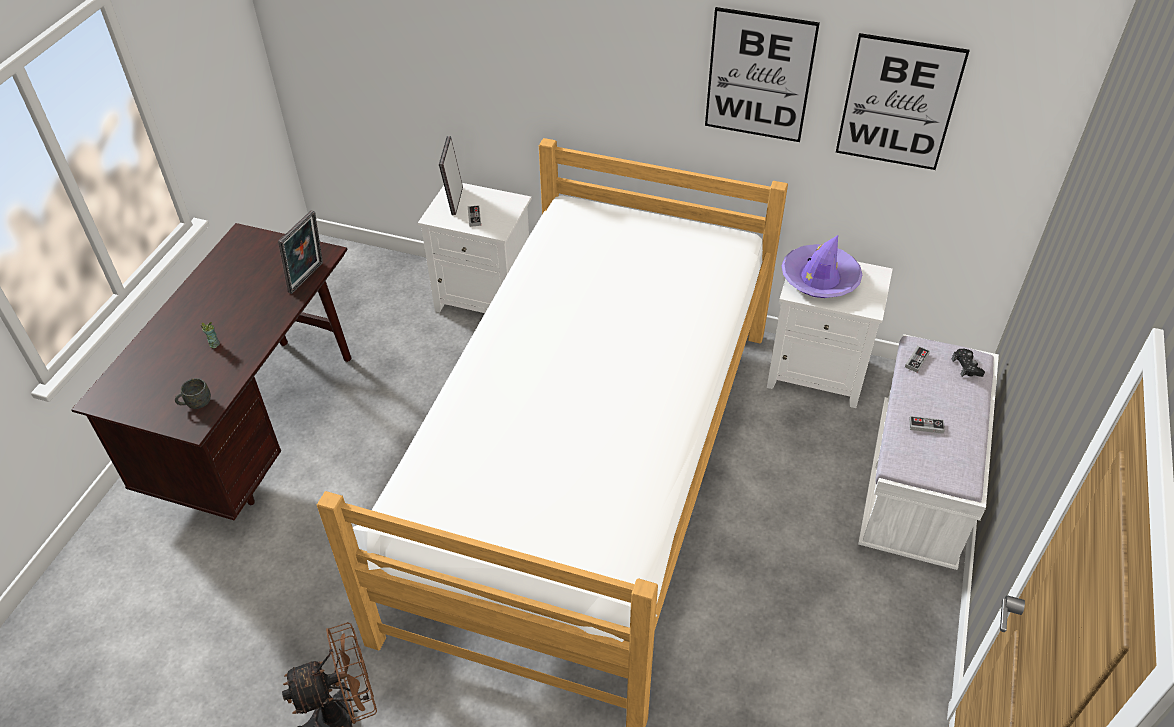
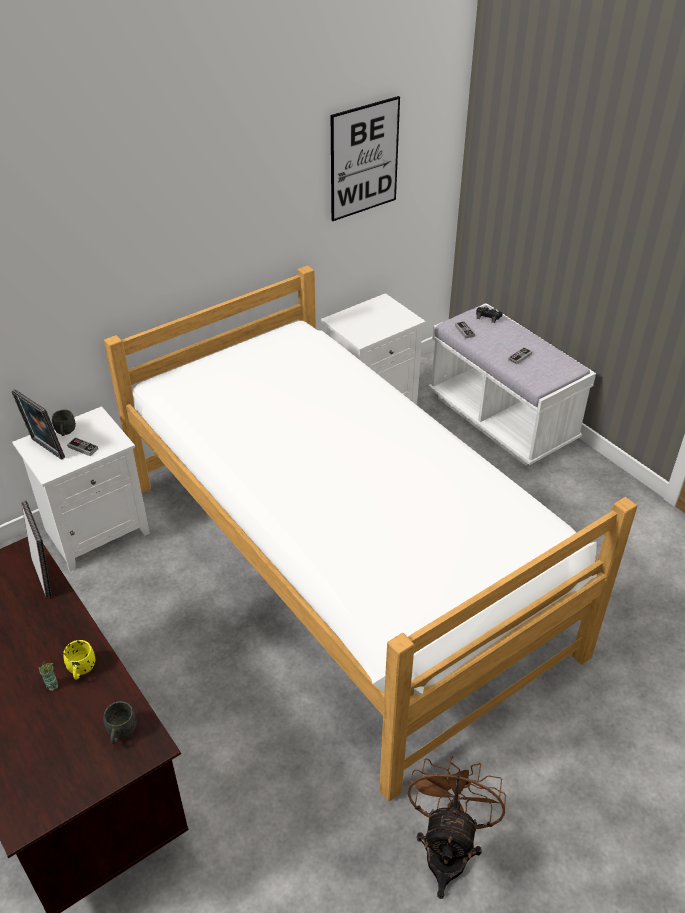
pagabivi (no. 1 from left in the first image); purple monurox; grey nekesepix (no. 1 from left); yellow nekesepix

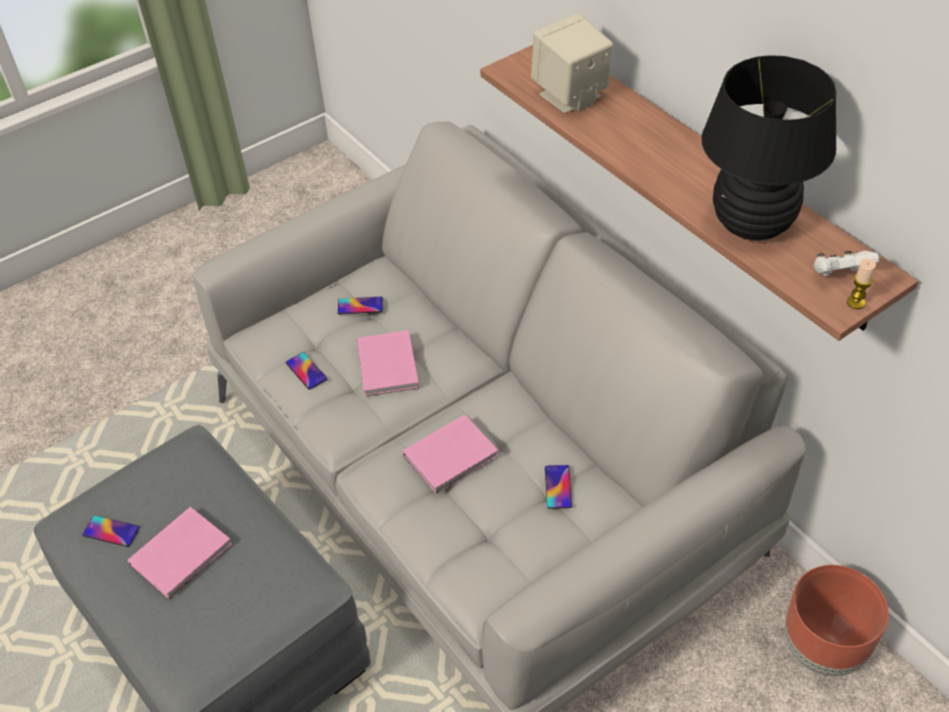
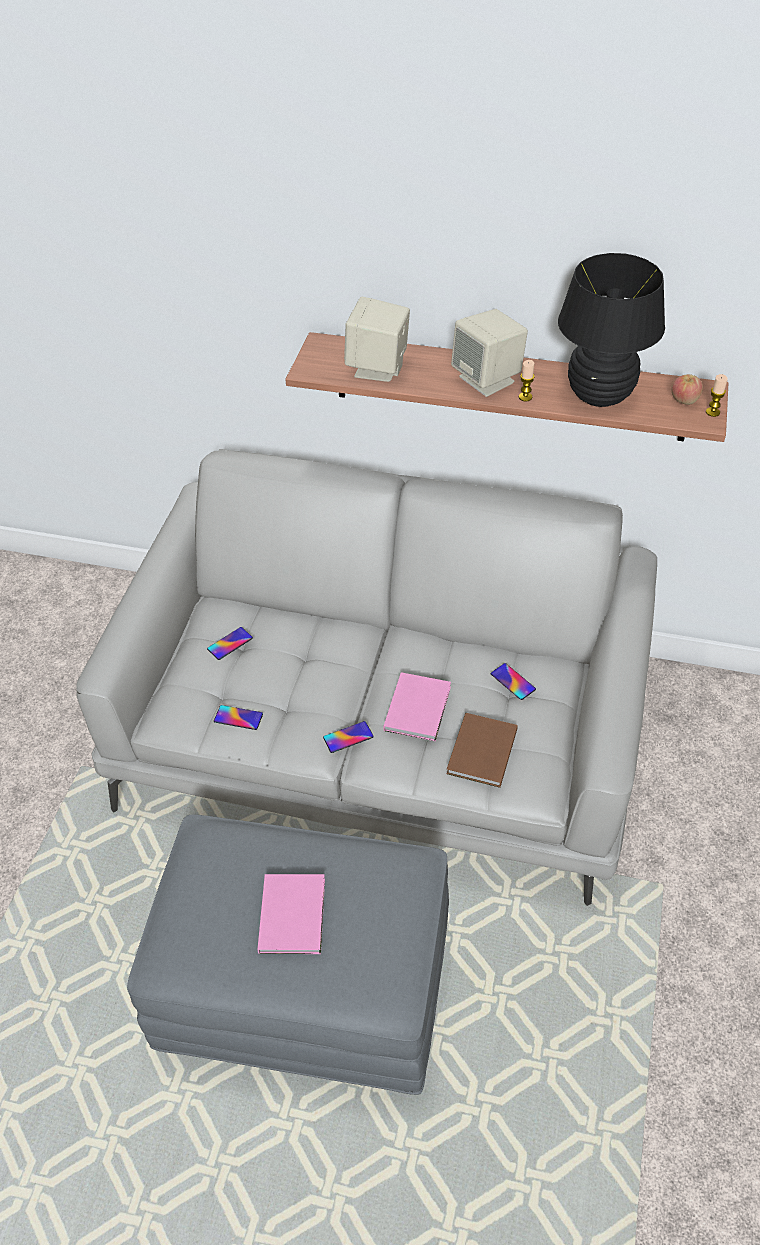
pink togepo (no. 2 from left in the first image); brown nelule; brown togepo; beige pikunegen (no. 2 from left); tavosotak (no. 1 from left); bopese (no. 3 from left); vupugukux

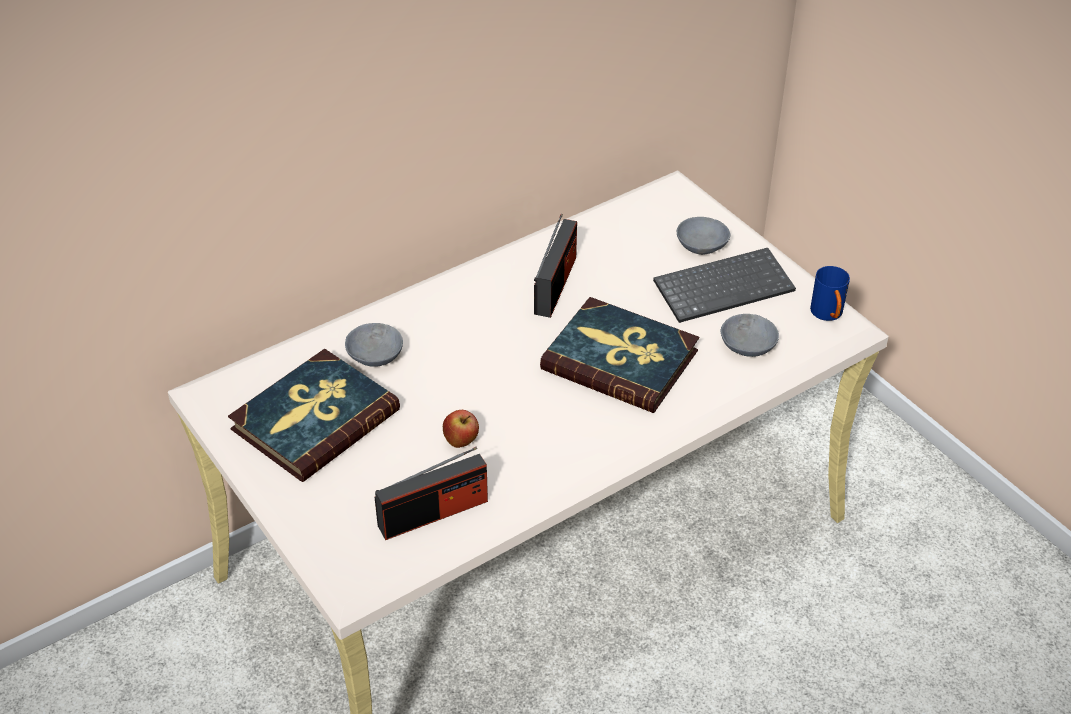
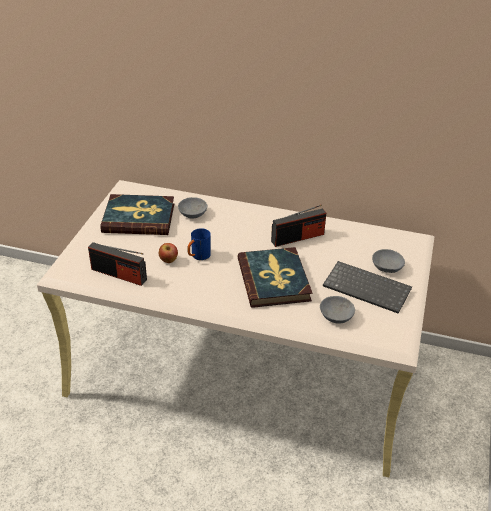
blue nekesepix

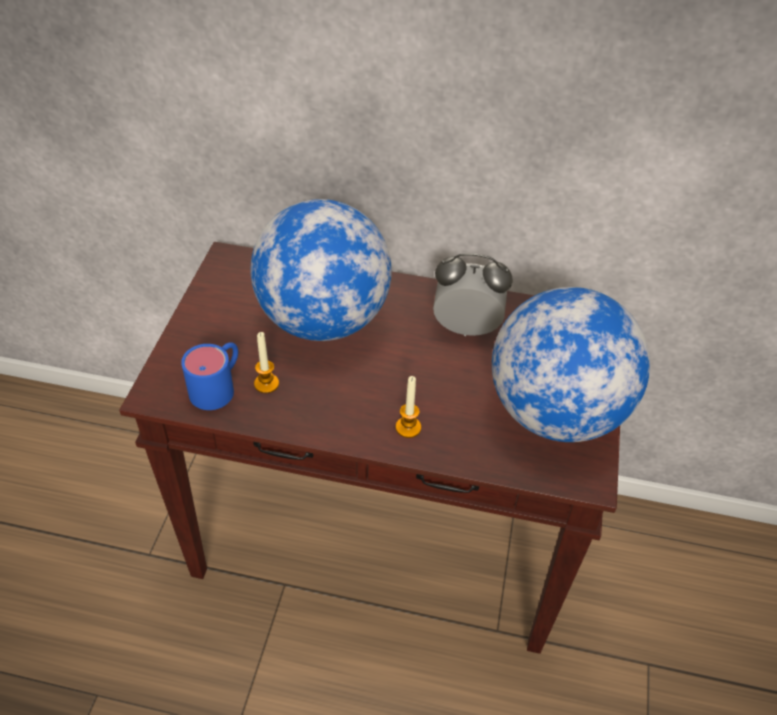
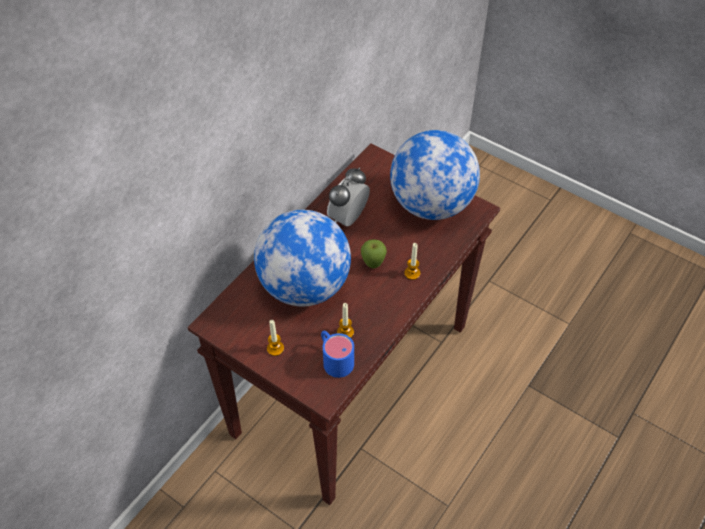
tavosotak (no. 1 from left); vupugukux

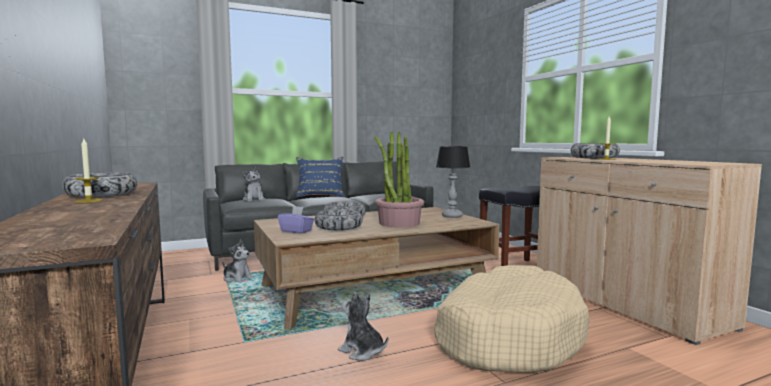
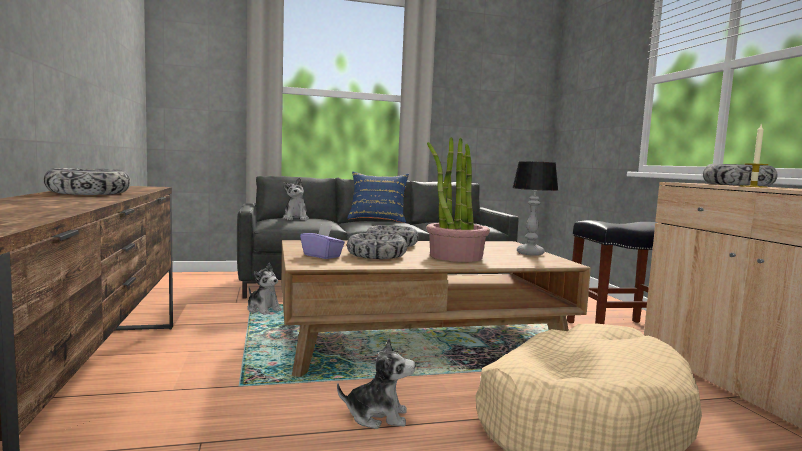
tavosotak (no. 1 from left in the first image); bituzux (no. 3 from left)

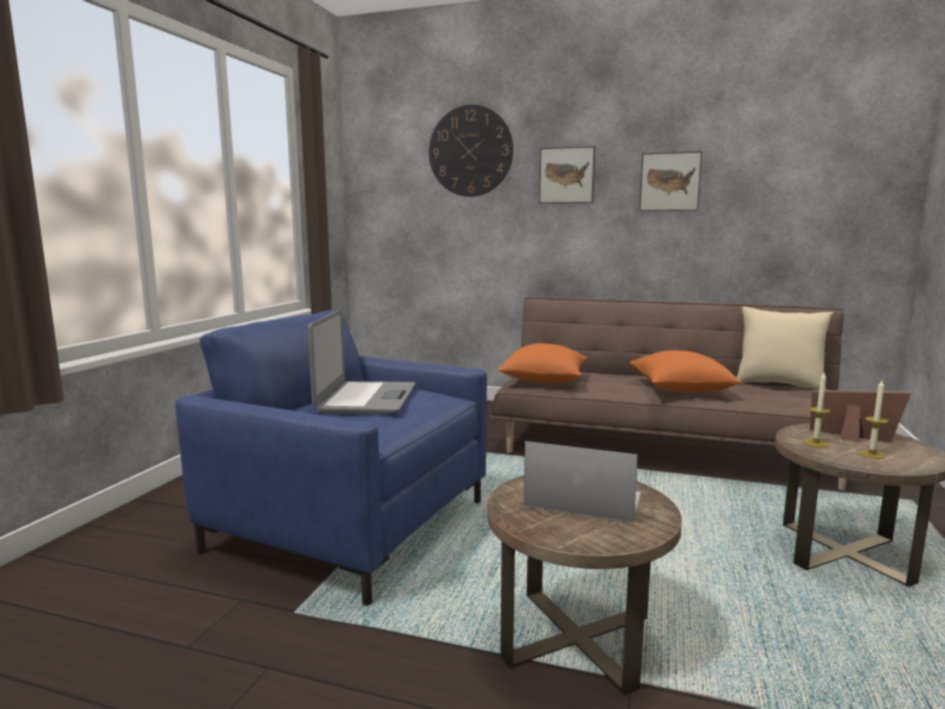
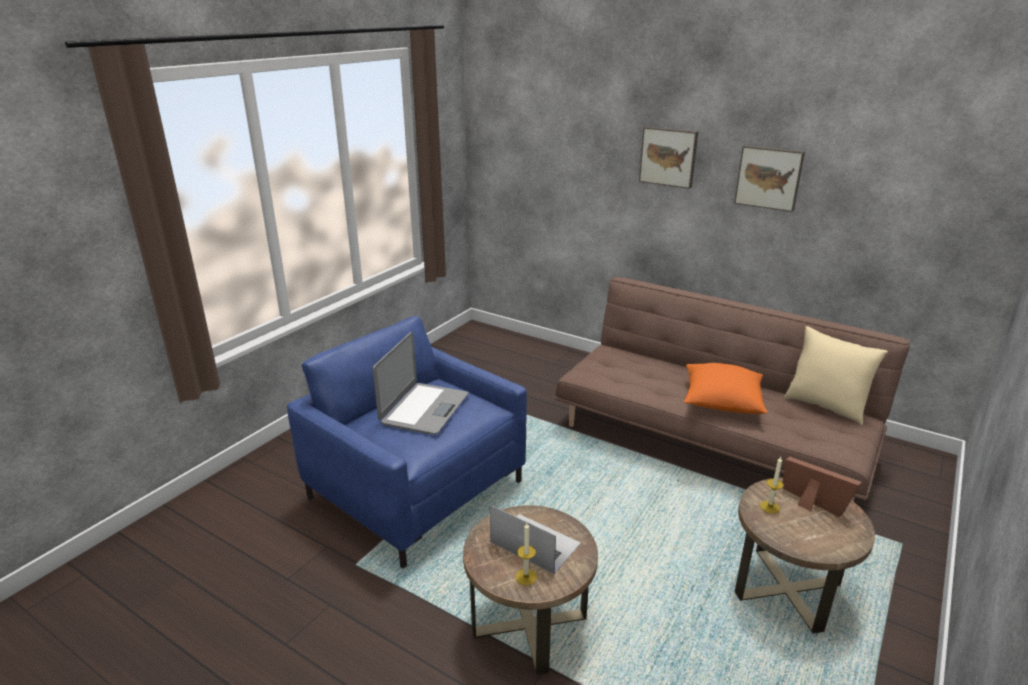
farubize; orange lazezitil (no. 1 from left in the first image); tavosotak (no. 1 from left)

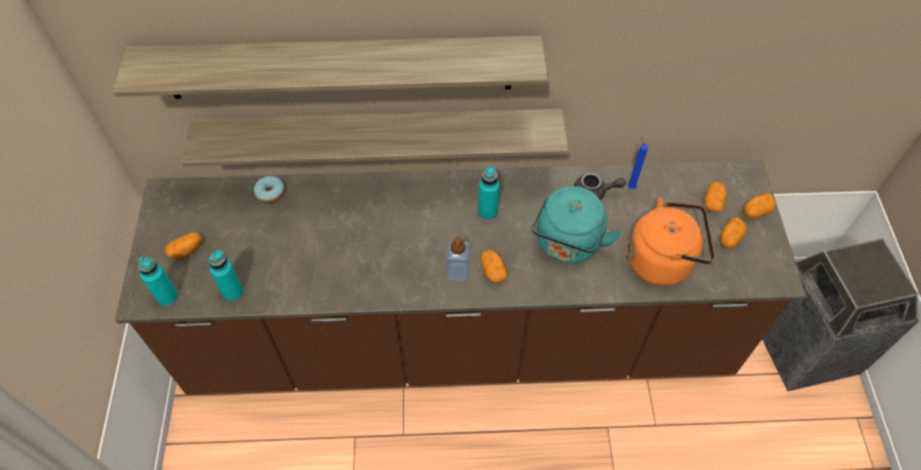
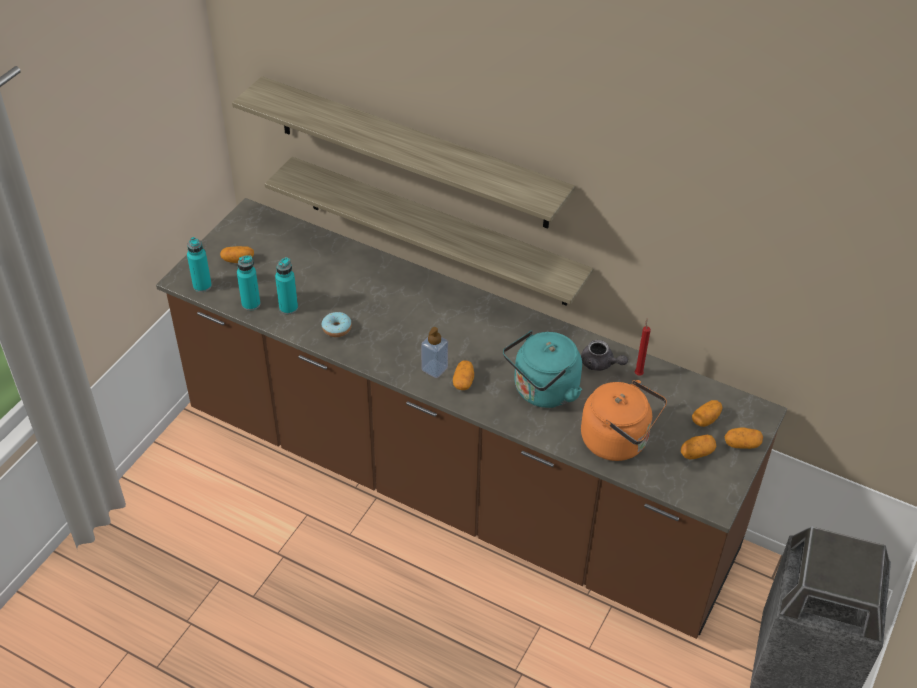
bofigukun; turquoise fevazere (no. 3 from left); red tavosotak

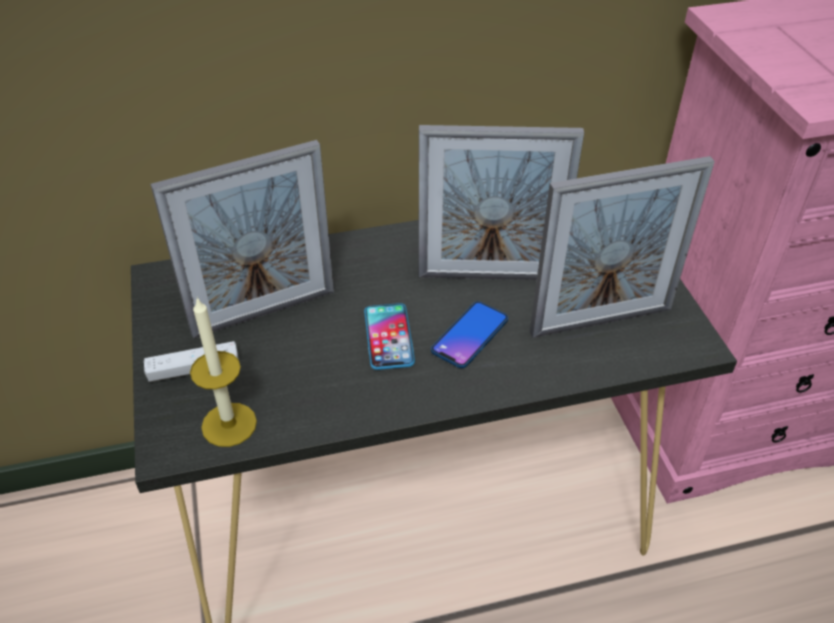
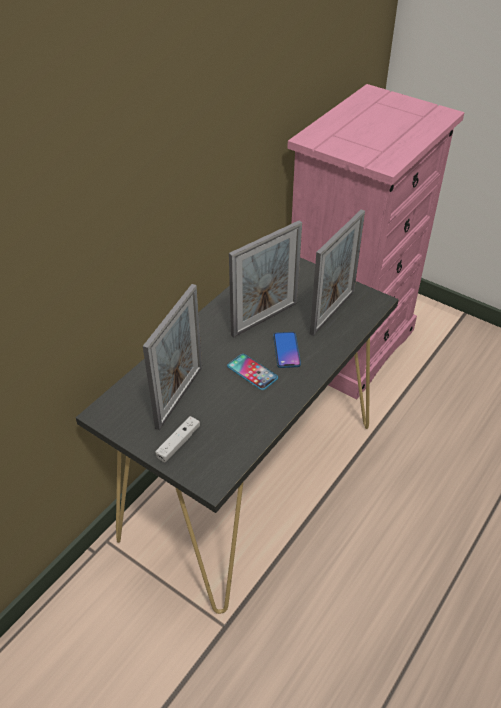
tavosotak

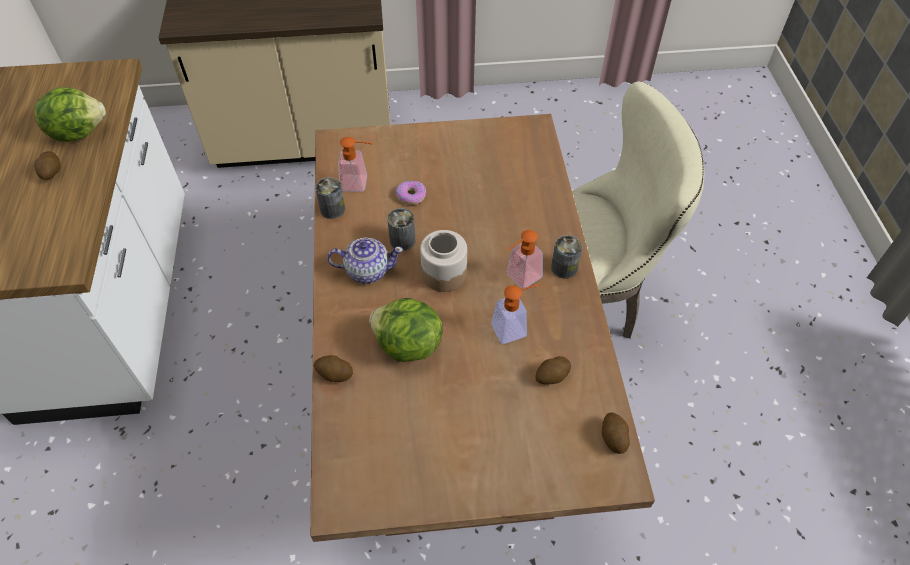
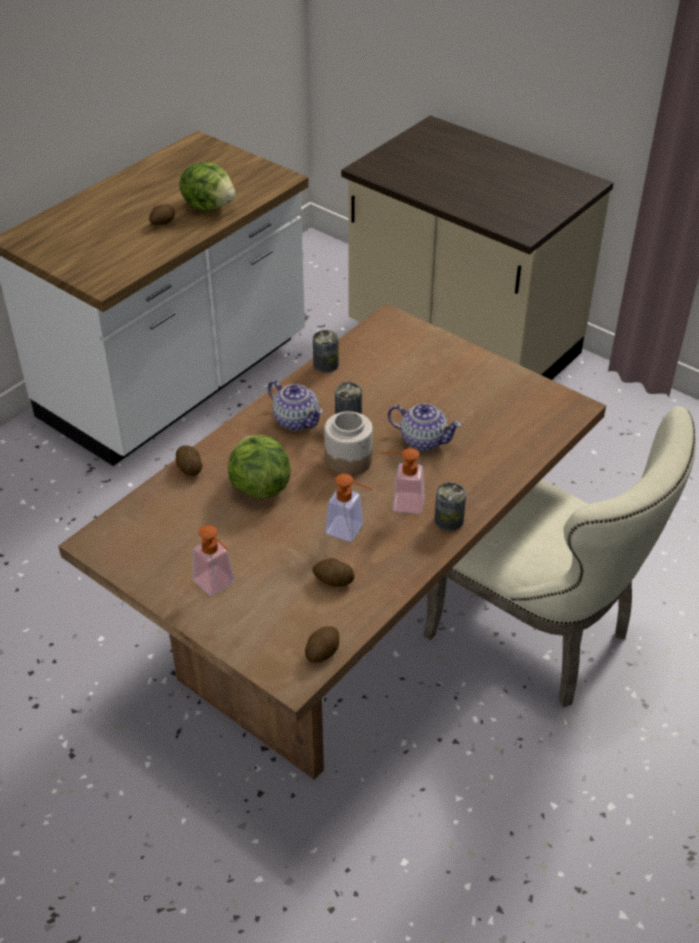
bofigukun; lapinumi (no. 2 from left); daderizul (no. 1 from left)

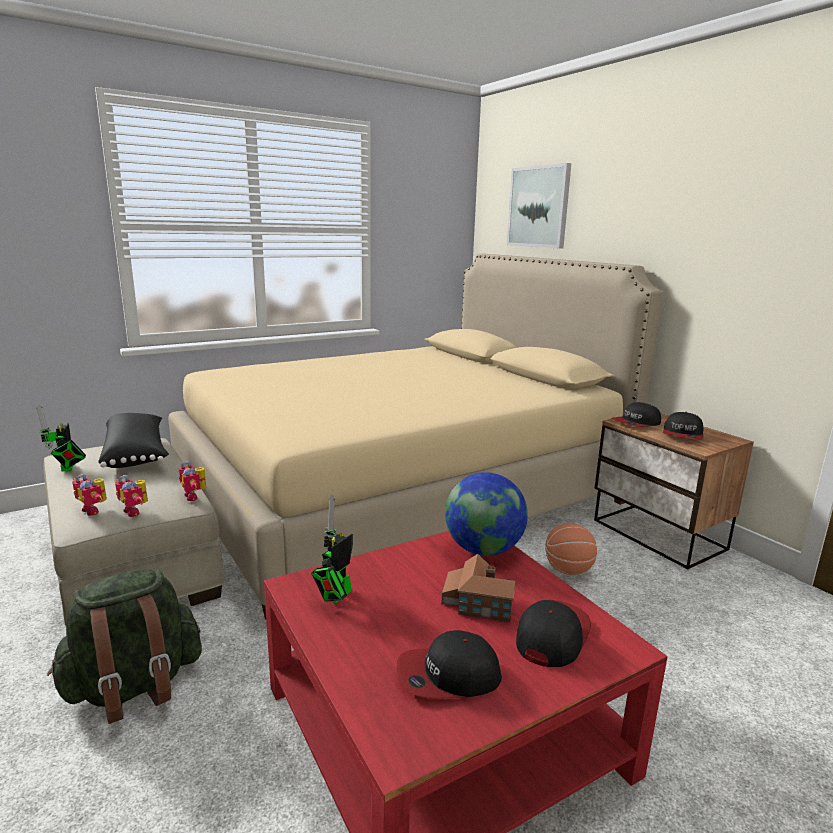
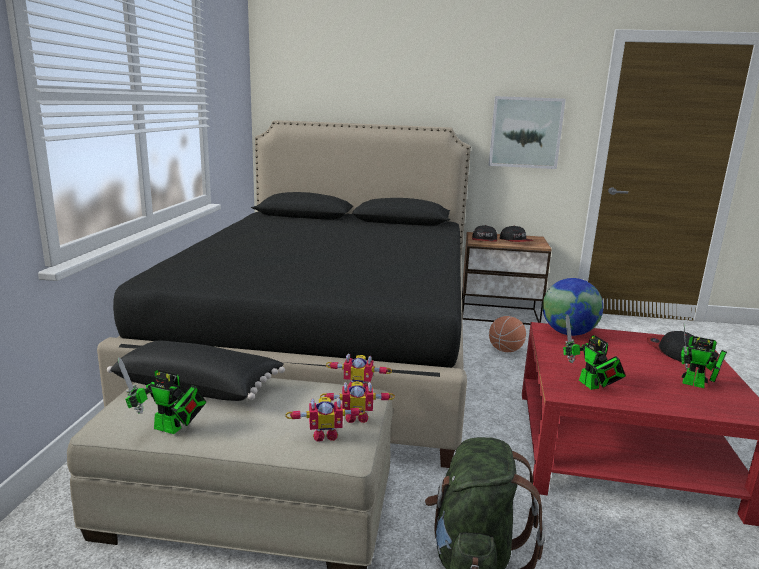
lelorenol; pagabivi; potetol (no. 6 from left); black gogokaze

